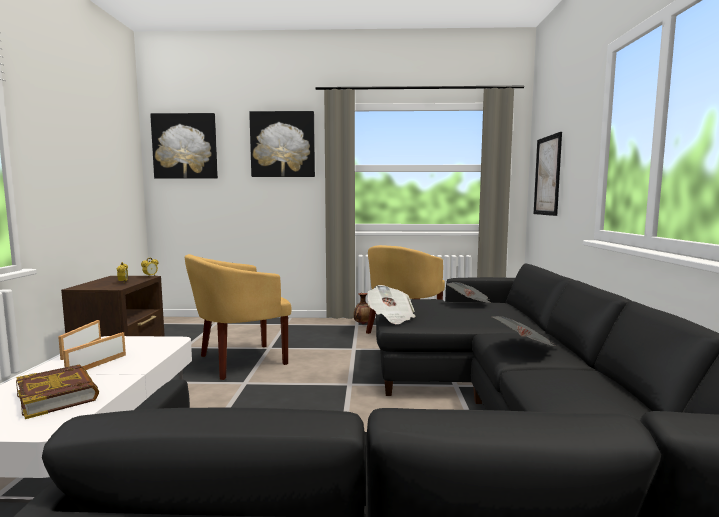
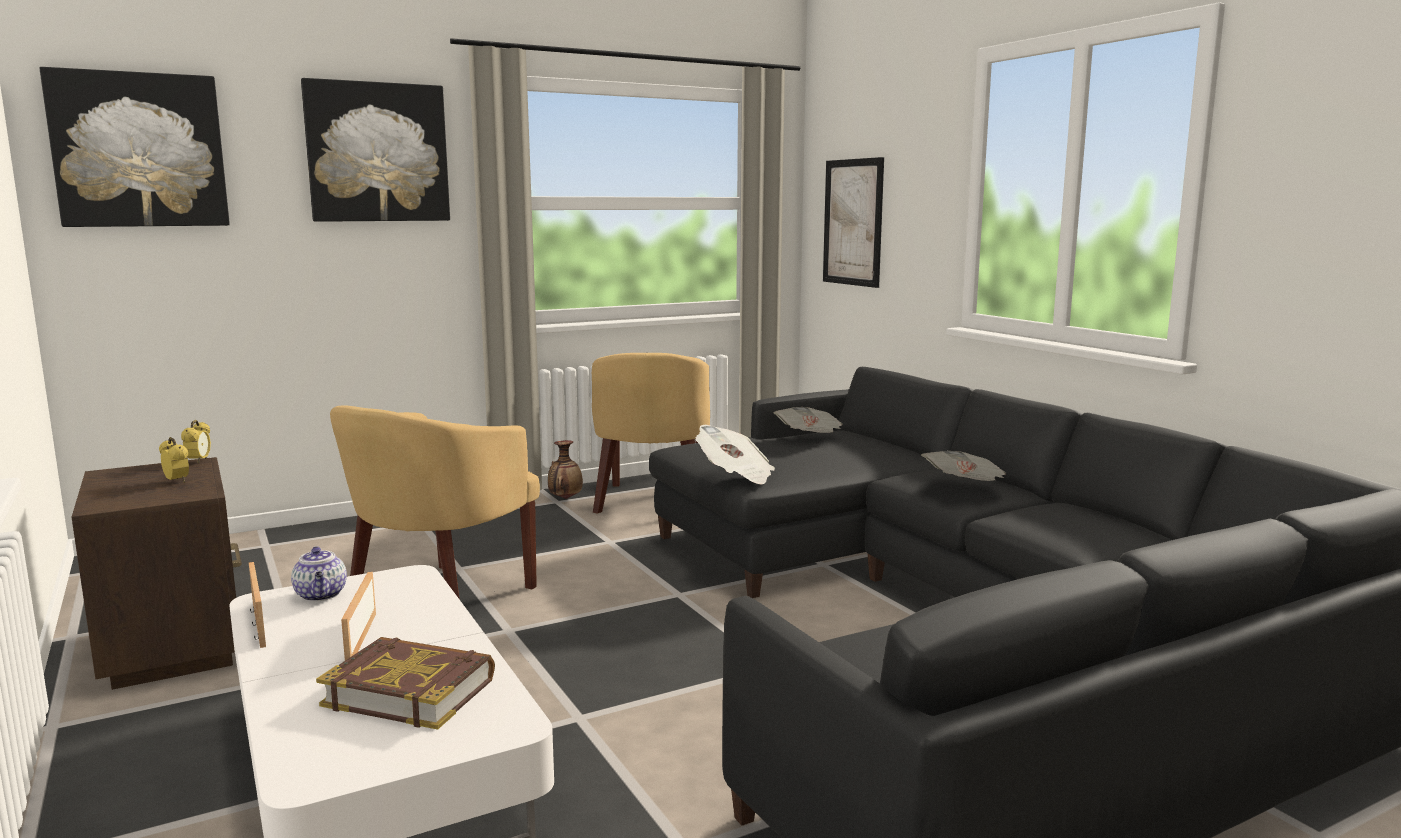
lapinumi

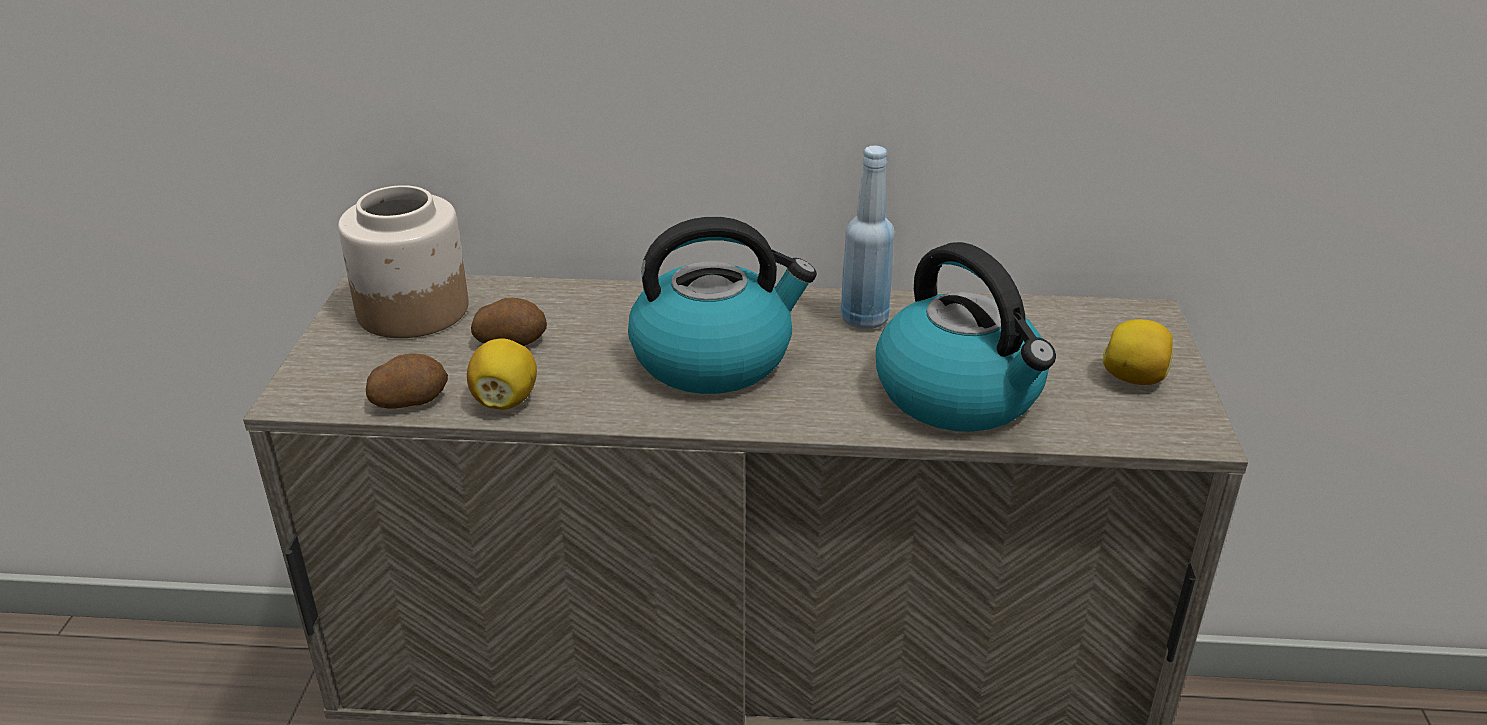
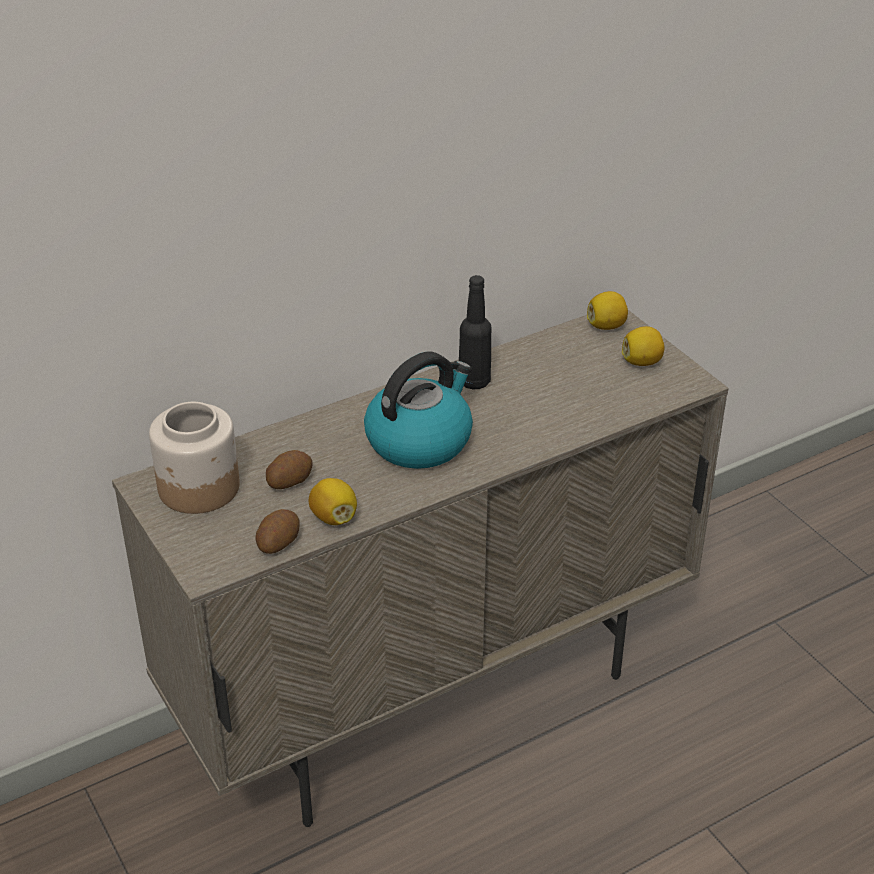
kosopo (no. 2 from left in the first image); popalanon (no. 2 from left); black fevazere

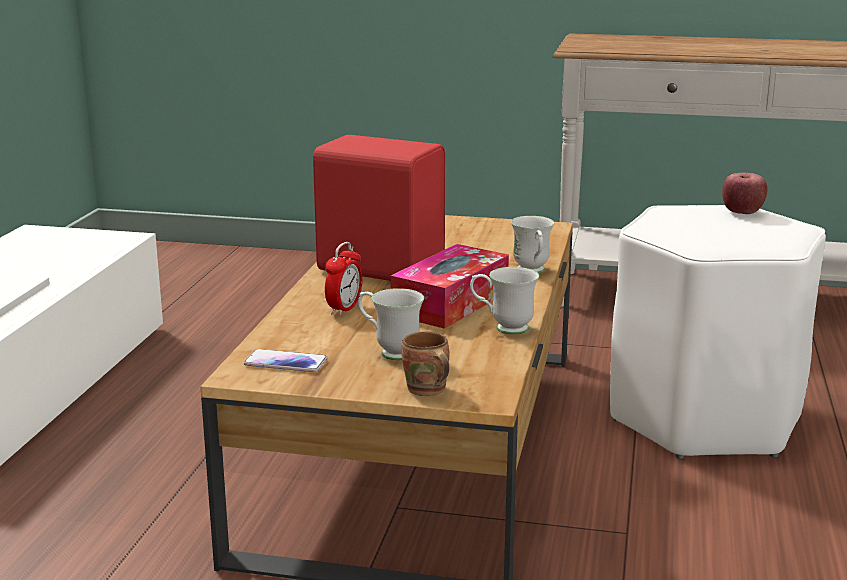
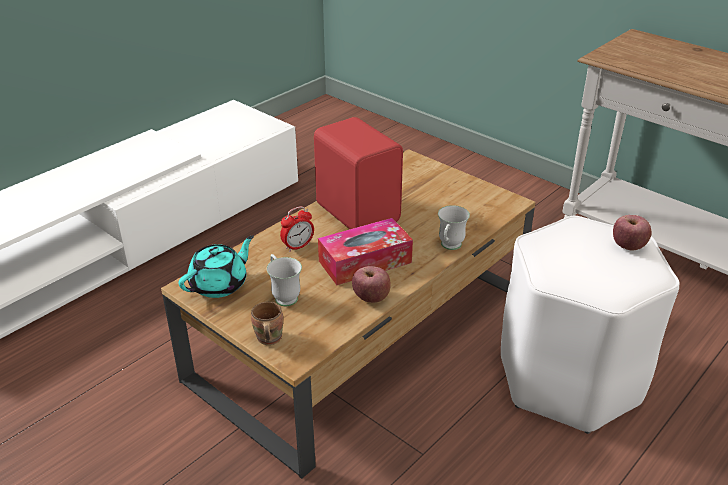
turquoise lapinumi; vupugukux (no. 1 from left)

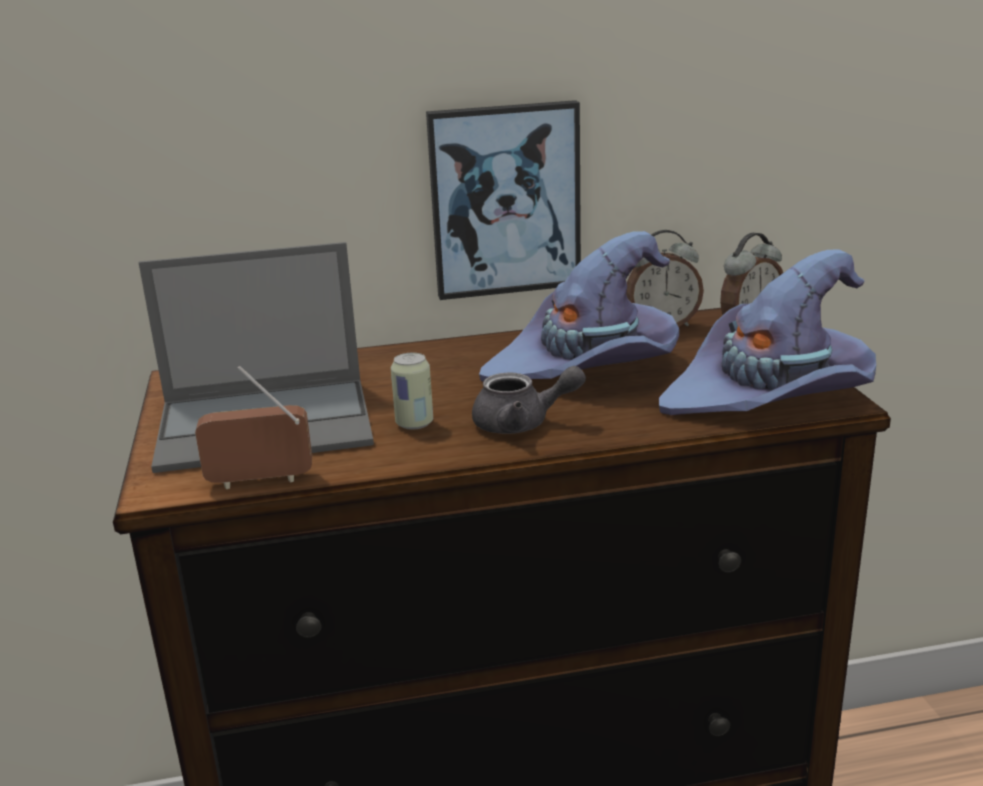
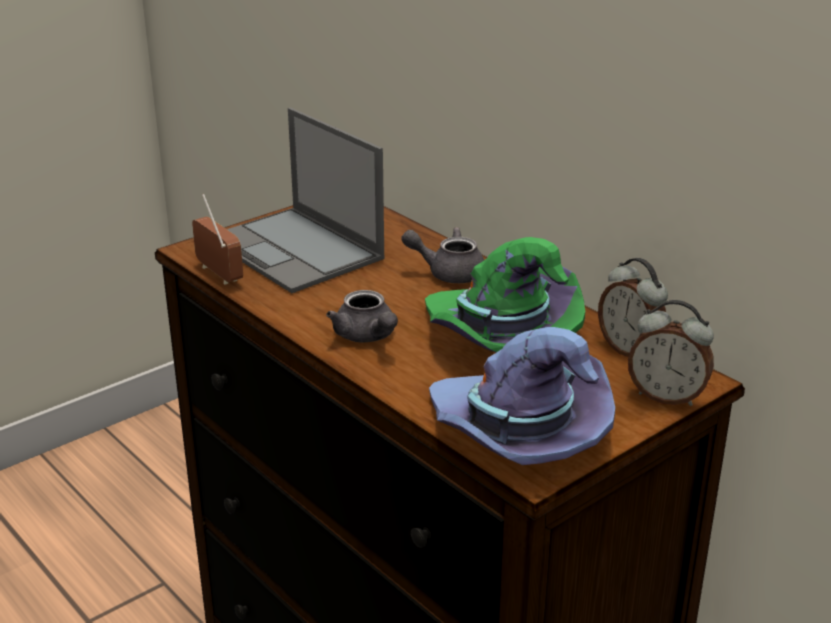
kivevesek; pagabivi; grey lapinumi (no. 2 from left); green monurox

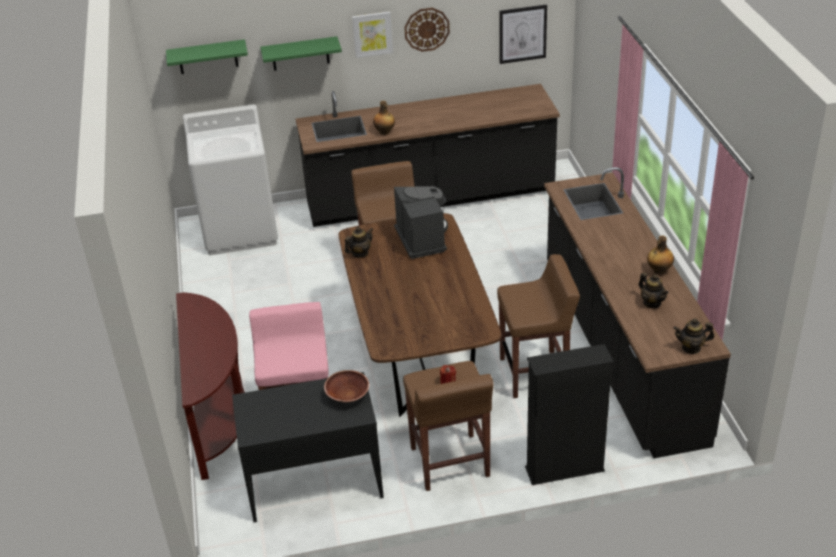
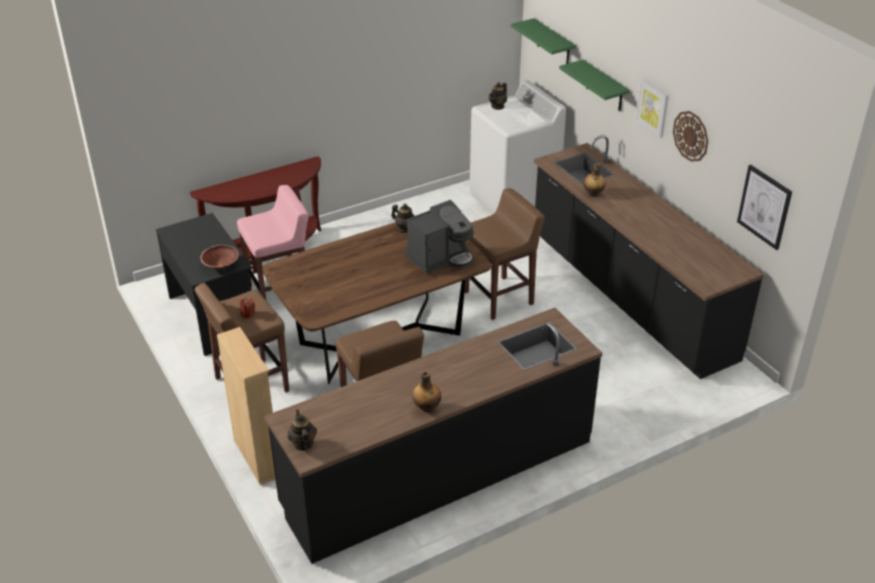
lapinumi (no. 3 from left); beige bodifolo

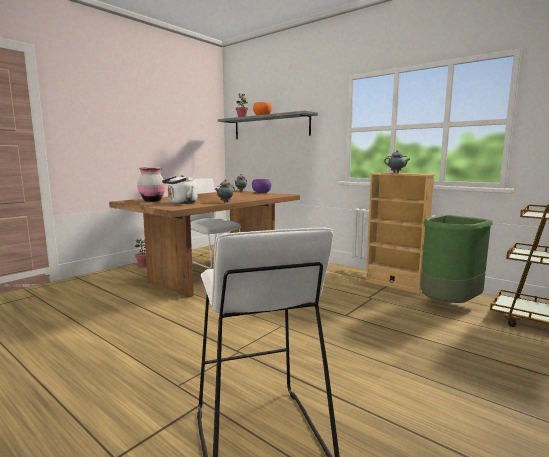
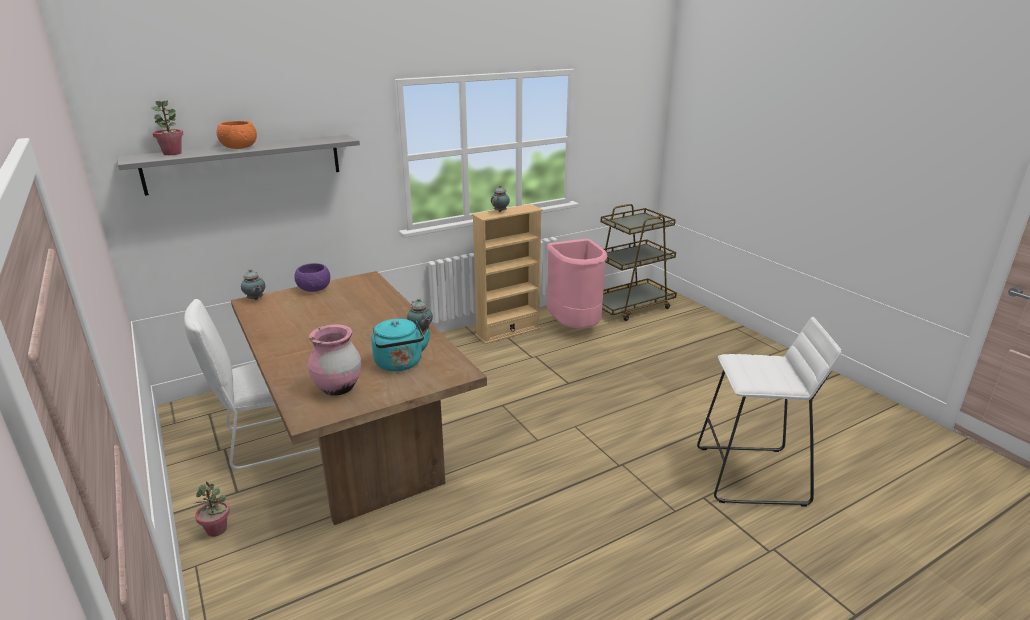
turquoise kosopo; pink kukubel

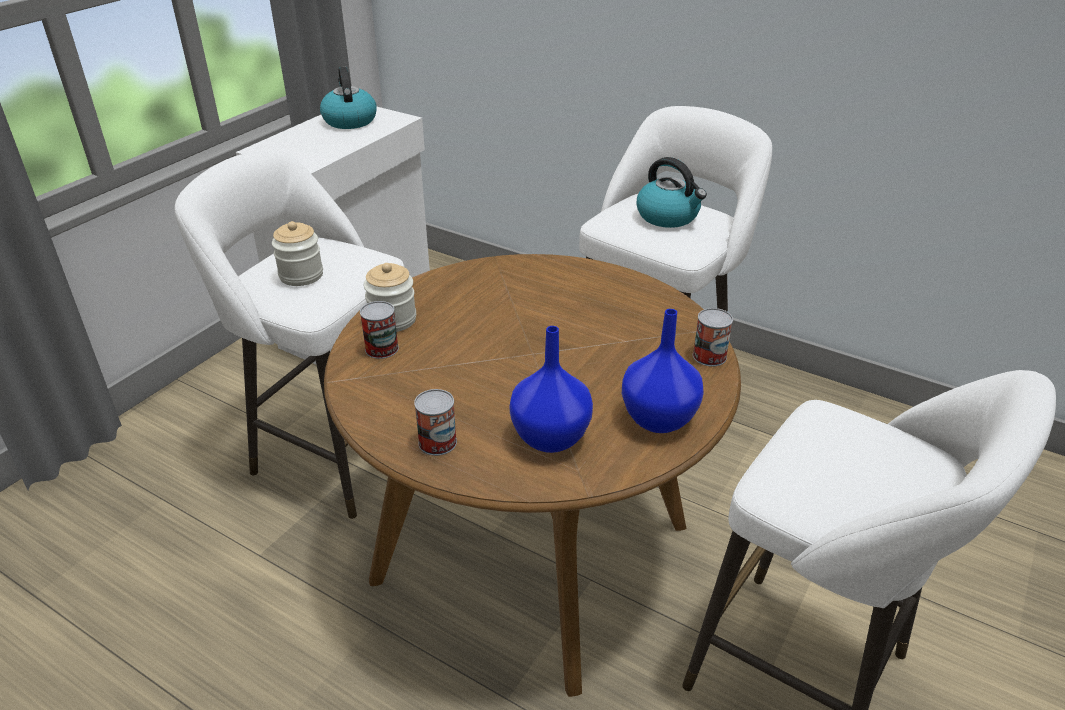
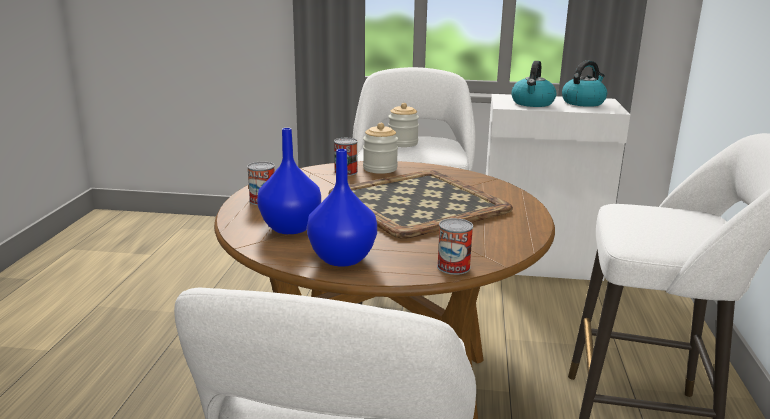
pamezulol; kosopo (no. 1 from left)

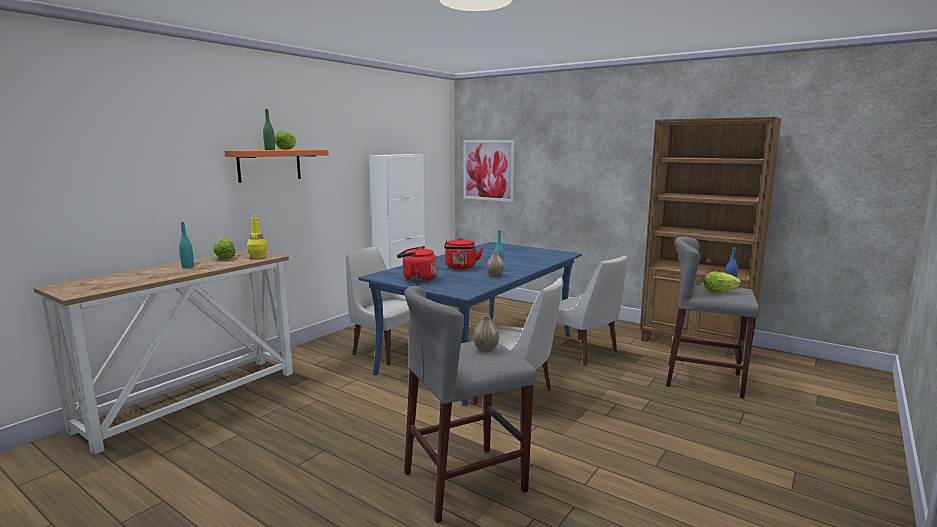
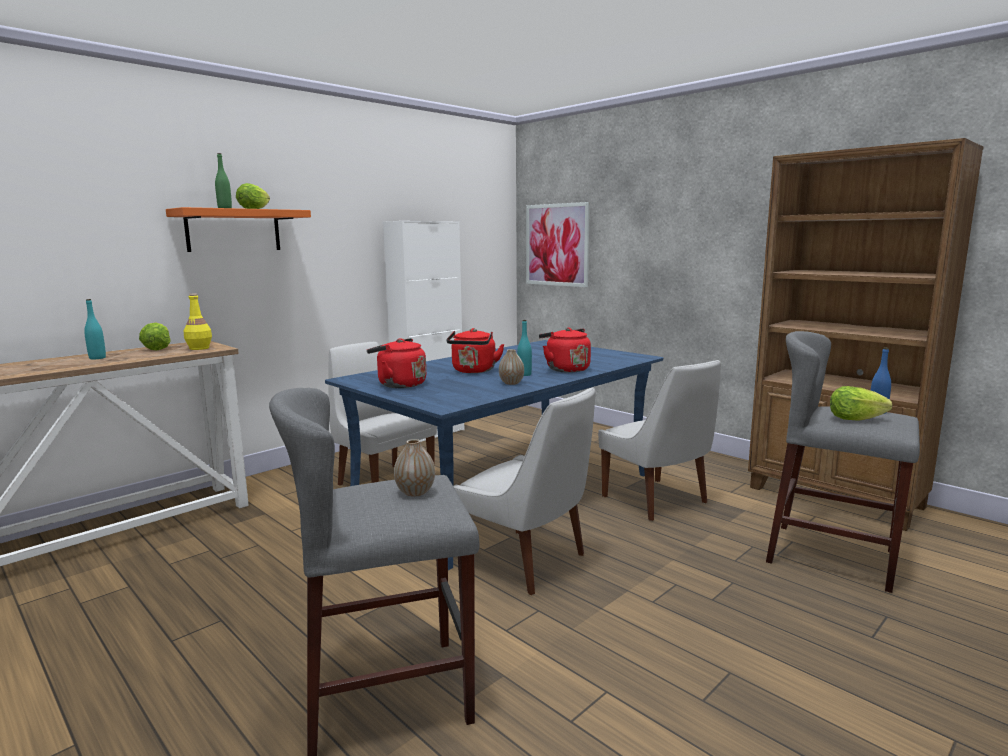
red kosopo (no. 3 from left)

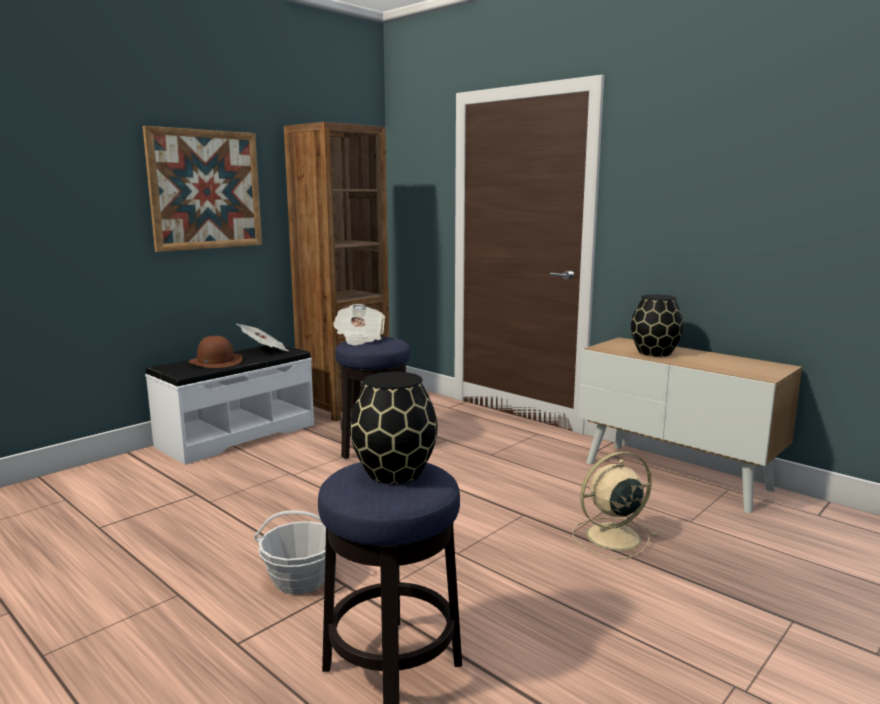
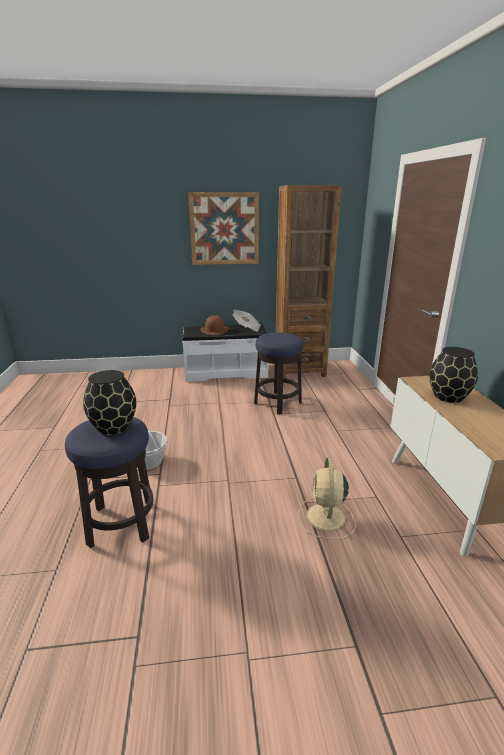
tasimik (no. 2 from left in the first image); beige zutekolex

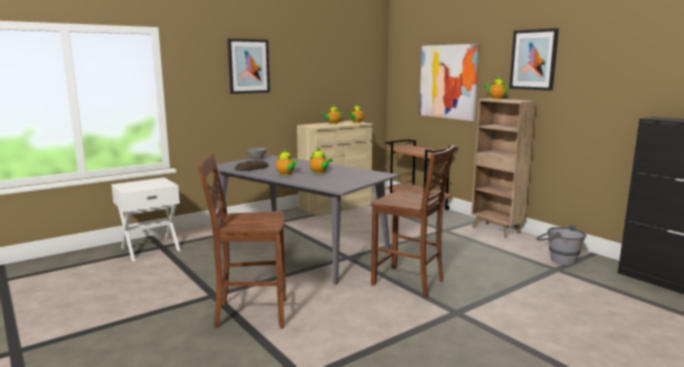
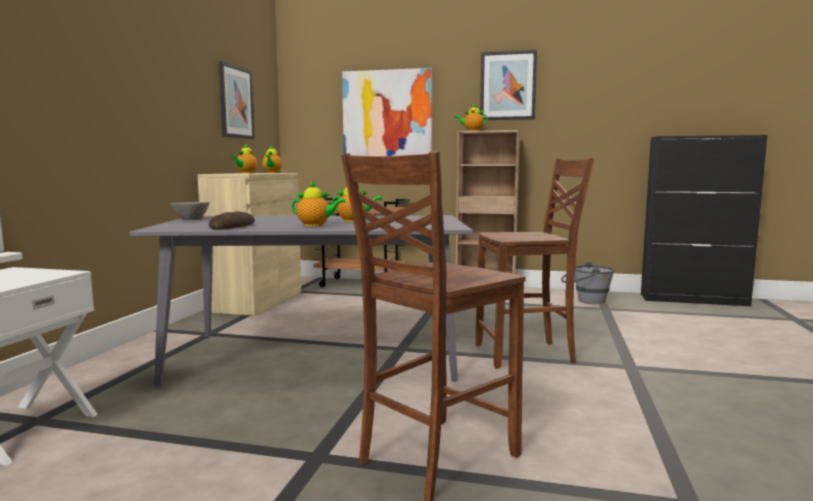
pagabivi (no. 1 from left)

